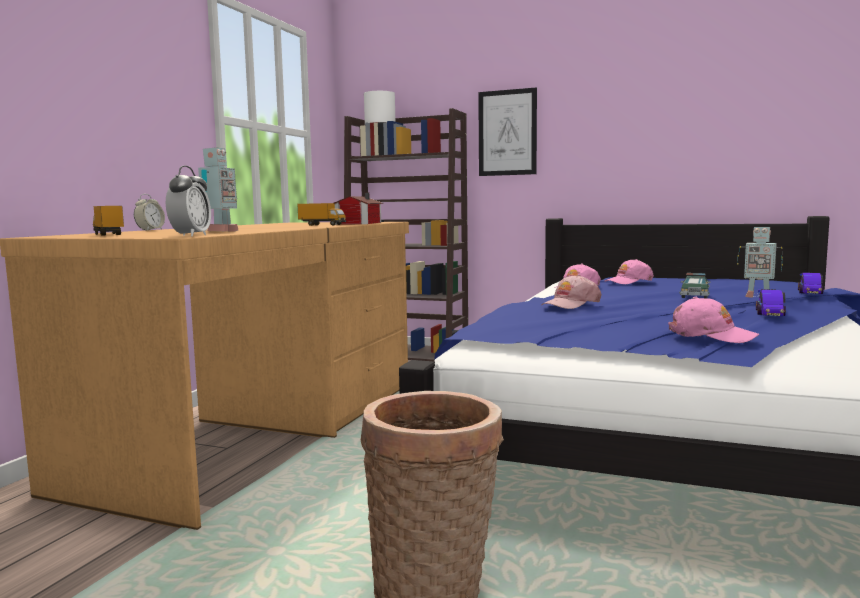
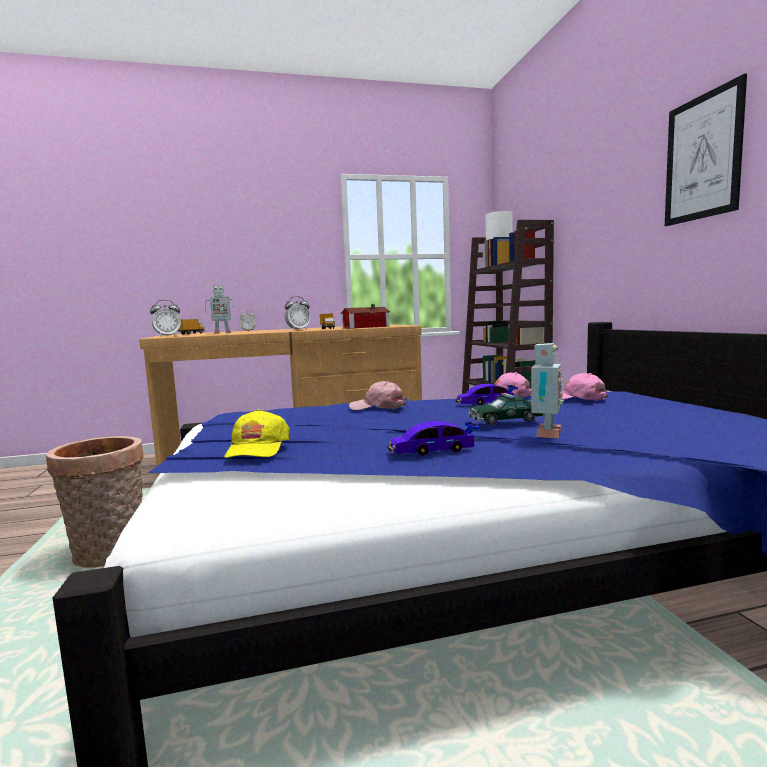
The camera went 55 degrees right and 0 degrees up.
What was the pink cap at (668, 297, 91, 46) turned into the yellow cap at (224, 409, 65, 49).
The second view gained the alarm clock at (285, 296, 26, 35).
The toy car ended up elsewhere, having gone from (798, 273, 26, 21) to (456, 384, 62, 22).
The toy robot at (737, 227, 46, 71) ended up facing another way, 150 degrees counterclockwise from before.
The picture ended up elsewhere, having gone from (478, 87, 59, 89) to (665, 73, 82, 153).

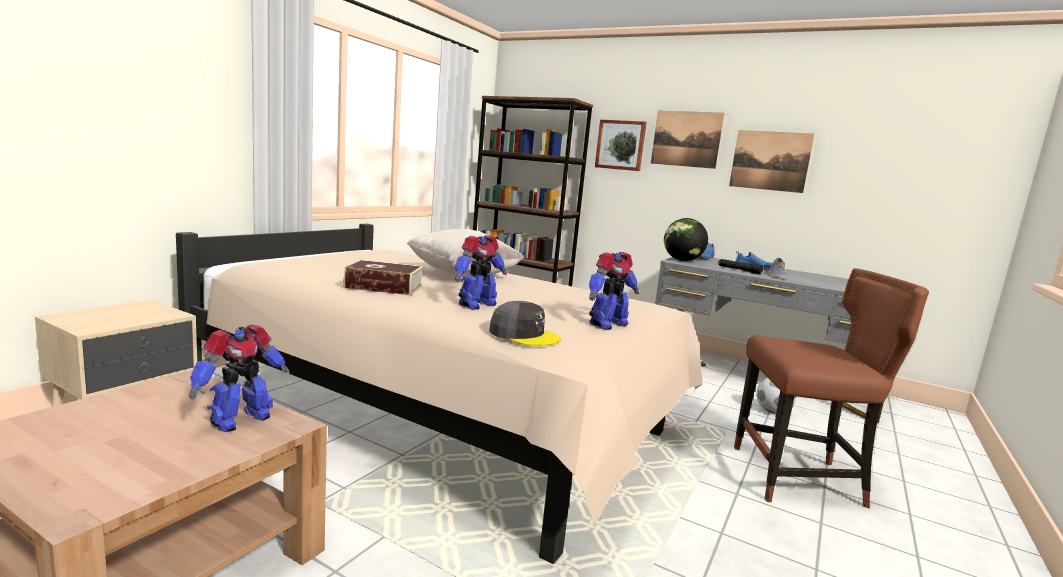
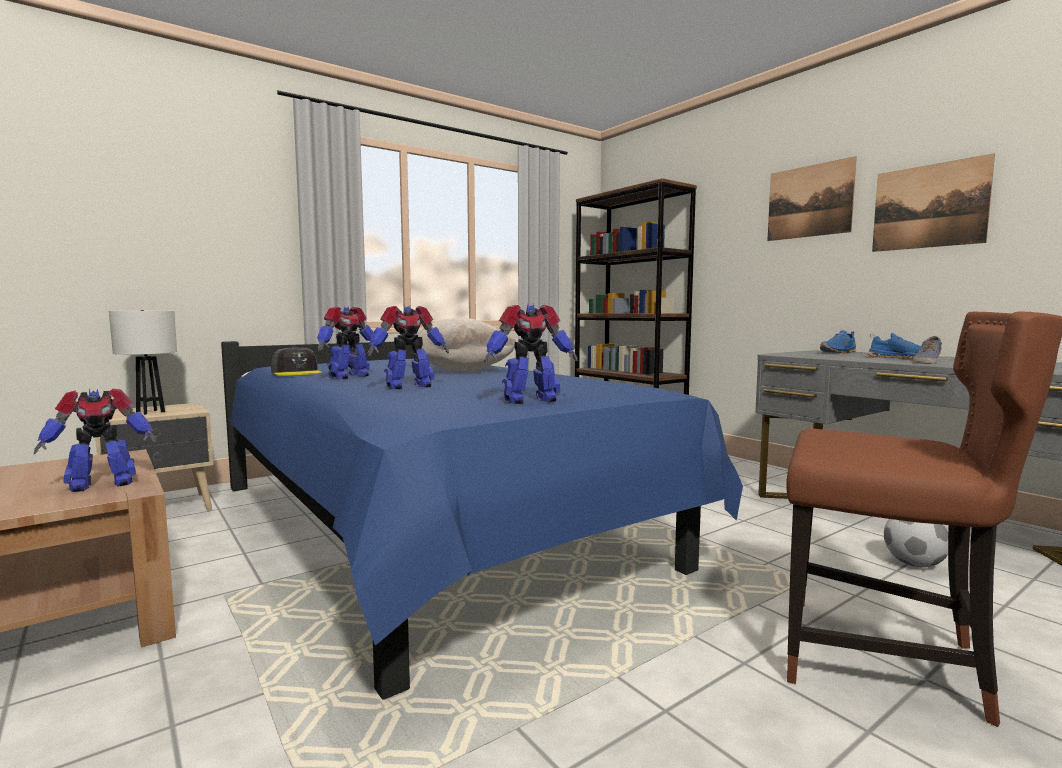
The camera went 25 degrees right and 5 degrees down.
The second view gained the white table lamp at (109, 310, 68, 105).
What was the beige bed at (176, 224, 527, 340) turned into the blue bed at (221, 341, 522, 359).
The grey cap ended up elsewhere, having gone from (489, 301, 72, 45) to (271, 347, 51, 29).
Where the book stood at (343, 260, 81, 35), the toy robot came to stand at (317, 306, 56, 73).
The second view lost the picture at (595, 119, 52, 52).
The second view lost the globe at (664, 218, 44, 43).
The second view lost the black flashlight at (718, 259, 45, 16).

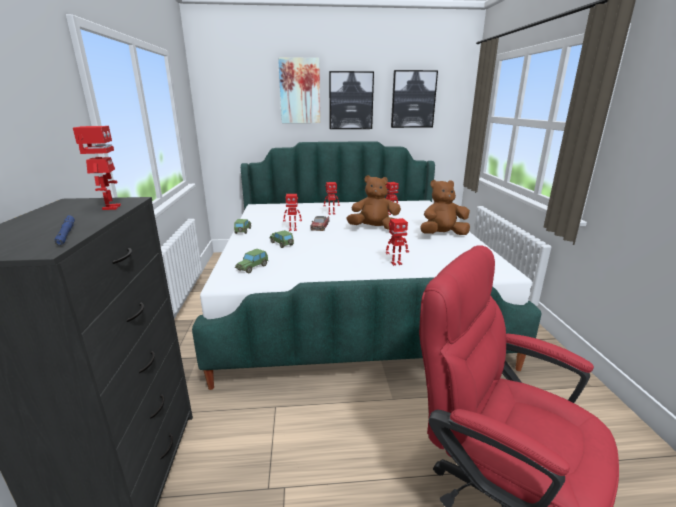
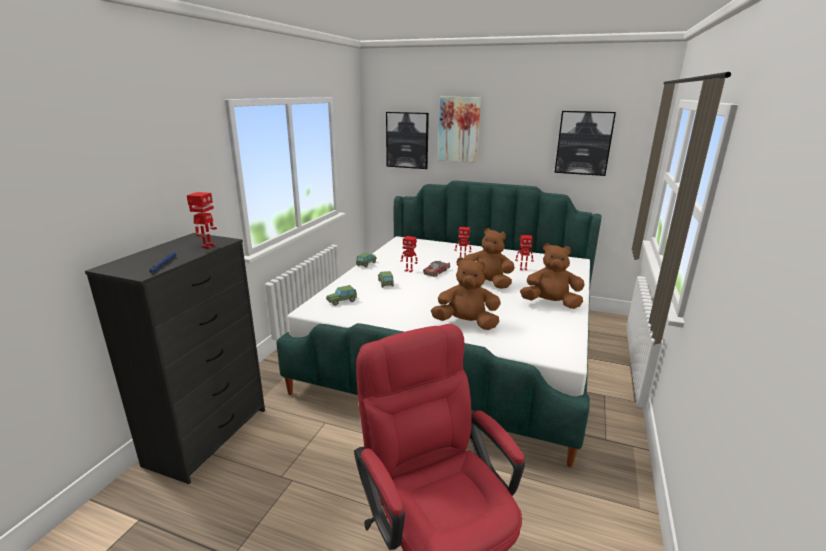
The camera went 25 degrees right and 0 degrees up.
The picture ended up elsewhere, having gone from (329, 71, 45, 58) to (386, 112, 43, 57).
Where the toy robot stood at (386, 218, 23, 48), the brown plush toy came to stand at (431, 257, 70, 73).

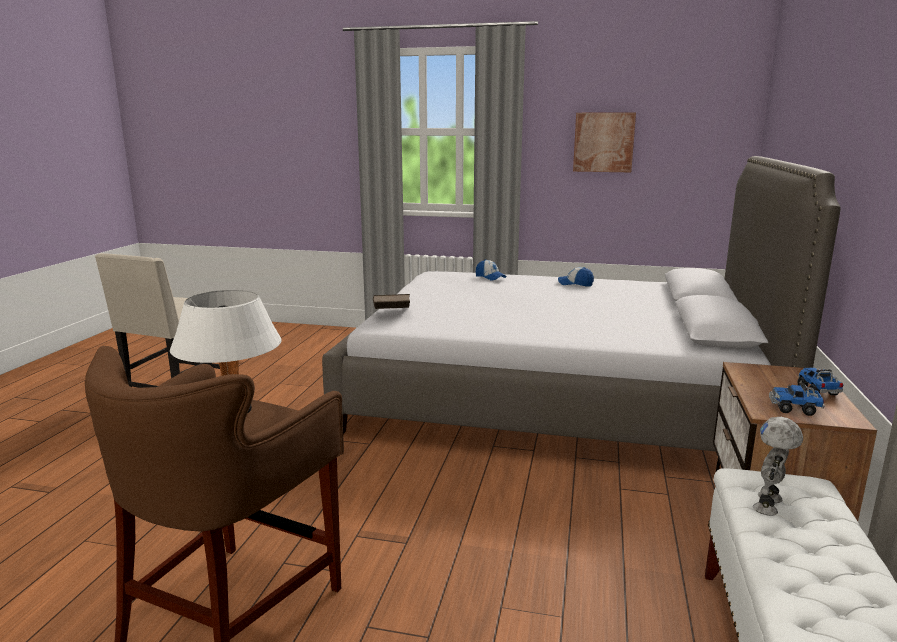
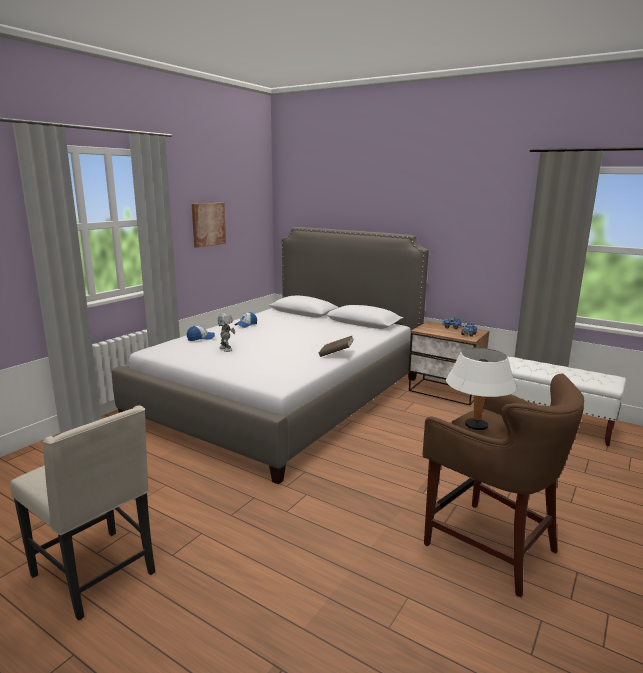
The camera went 70 degrees left and 0 degrees up.
The toy robot ended up elsewhere, having gone from (753, 417, 50, 99) to (218, 313, 17, 39).
The brown book ended up elsewhere, having gone from (373, 294, 37, 15) to (319, 336, 35, 21).

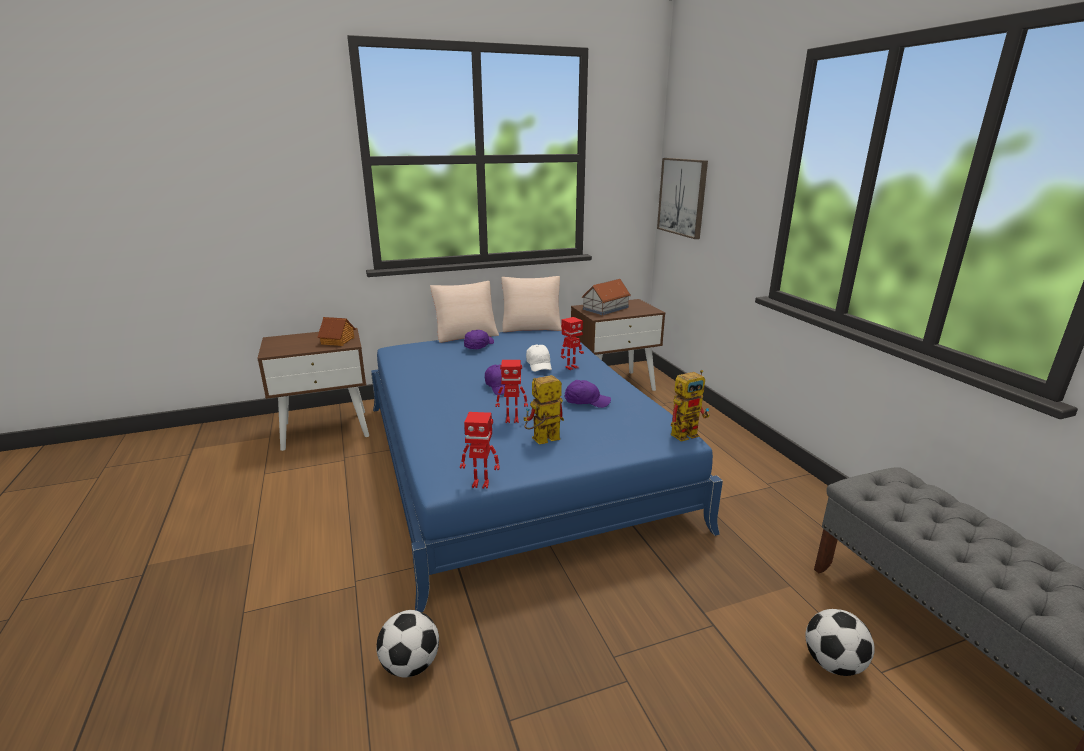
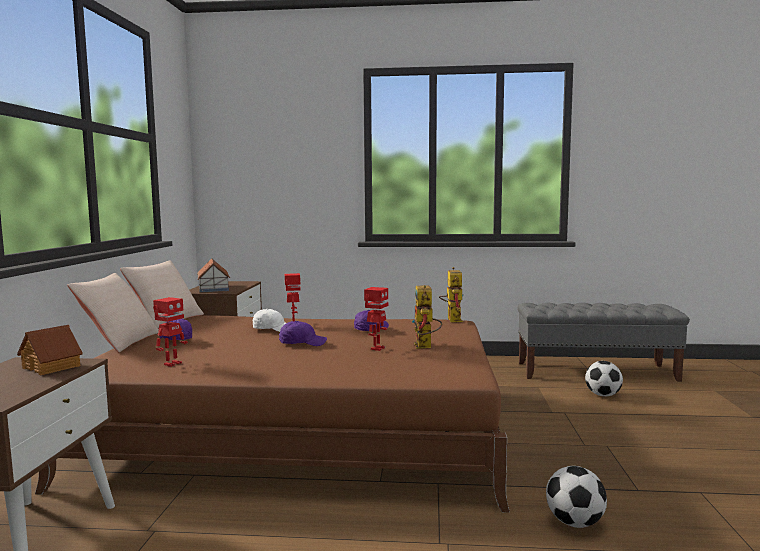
The camera went 65 degrees left and 15 degrees down.
What was the blue bed at (371, 330, 352, 282) turned into the brown bed at (35, 315, 475, 198).
The toy robot ended up elsewhere, having gone from (460, 412, 40, 77) to (153, 297, 35, 70).
The second view lost the picture at (657, 158, 51, 81).

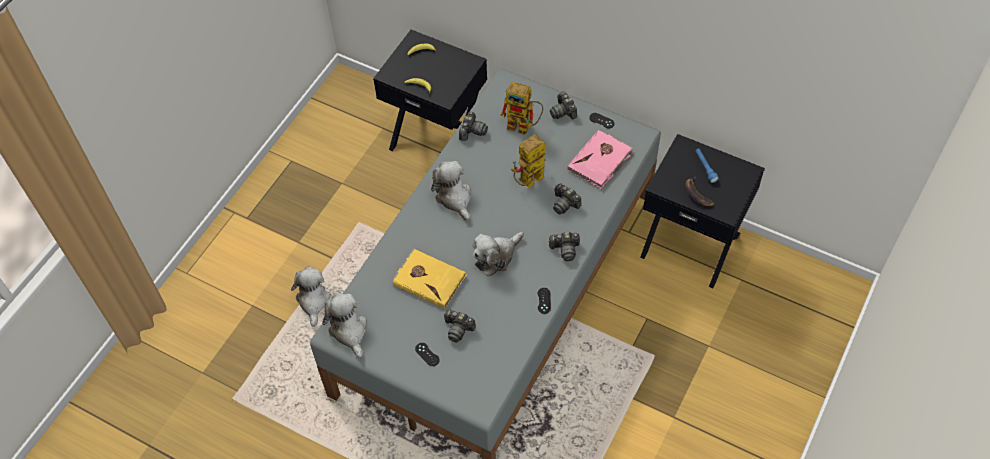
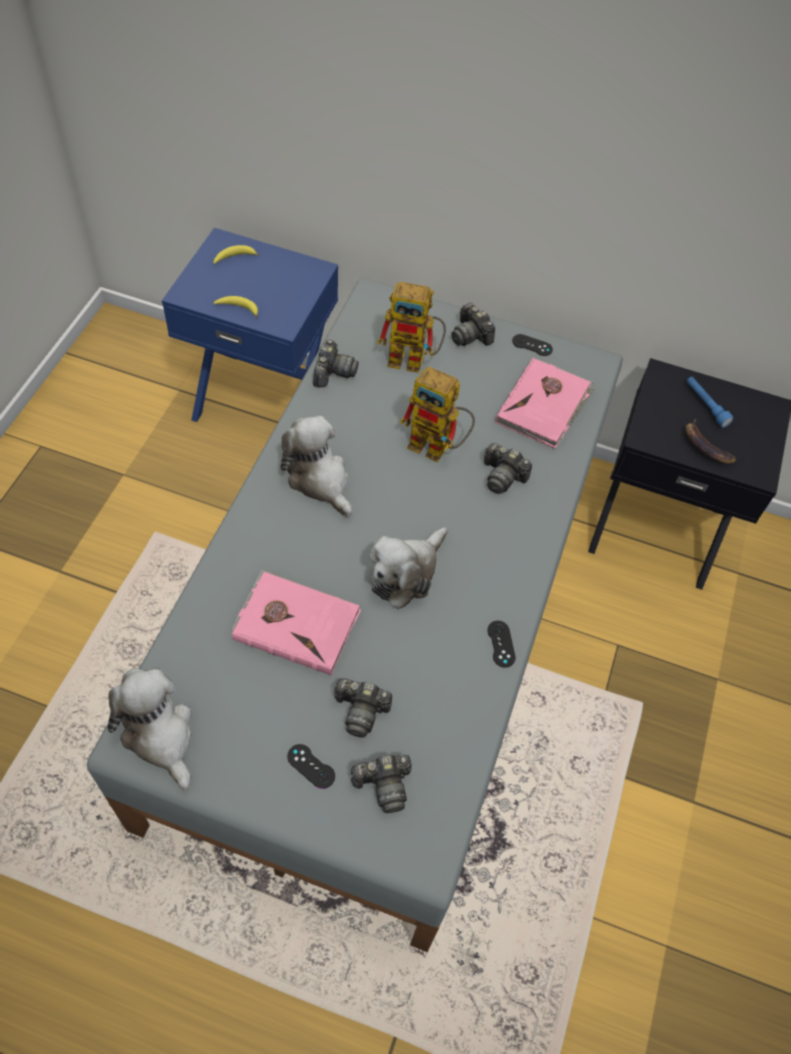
The camera went 15 degrees left and 0 degrees up.
What was the black nightstand at (373, 30, 114, 121) turned into the blue nightstand at (162, 228, 176, 194).
What was the yellow book at (393, 248, 74, 61) turned into the pink book at (232, 570, 129, 105).
The photo camera ended up elsewhere, having gone from (549, 232, 31, 29) to (350, 754, 62, 59).
The toy robot at (511, 134, 35, 54) ended up facing another way, 105 degrees counterclockwise from before.
The second view lost the plush toy at (291, 267, 40, 60).

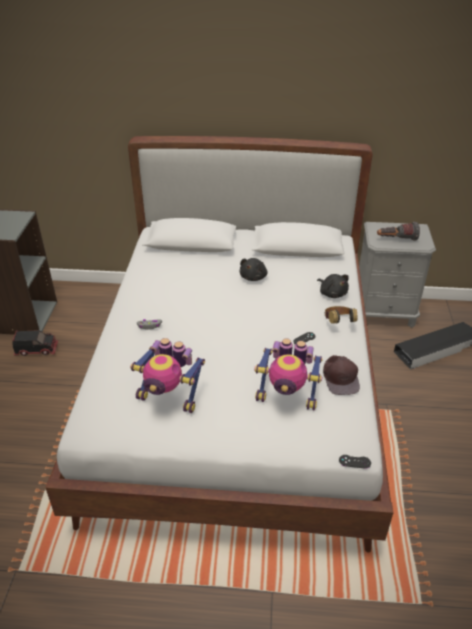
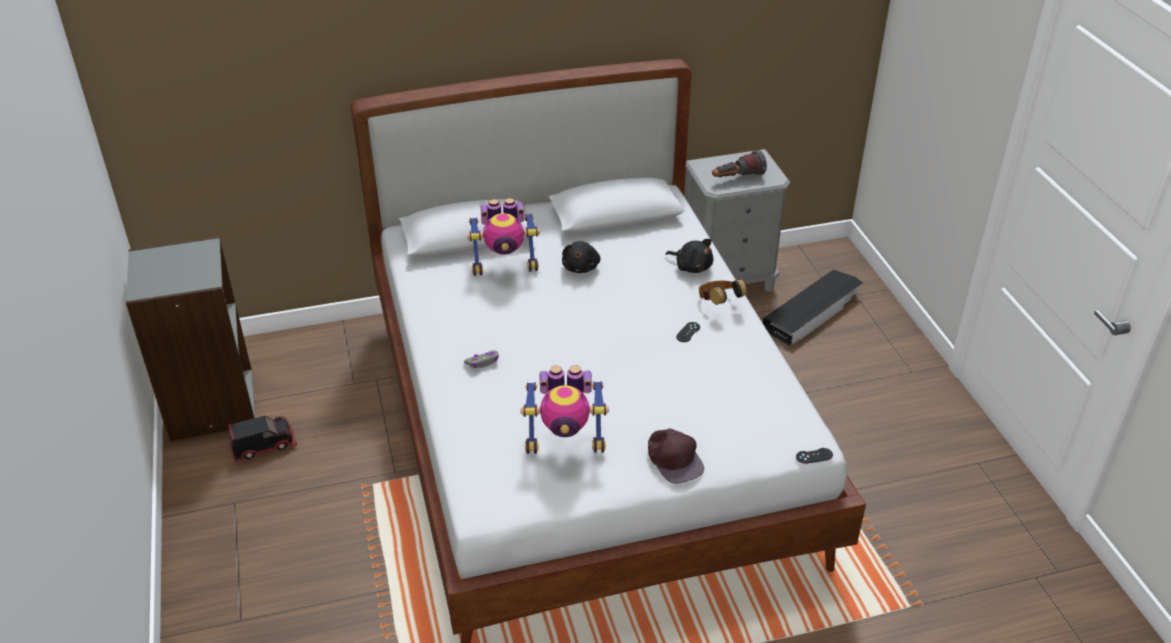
The camera went 20 degrees left and 0 degrees up.
The toy robot ended up elsewhere, having gone from (254, 338, 69, 73) to (467, 198, 73, 78).
The brown cap ended up elsewhere, having gone from (323, 355, 37, 40) to (648, 428, 56, 56).

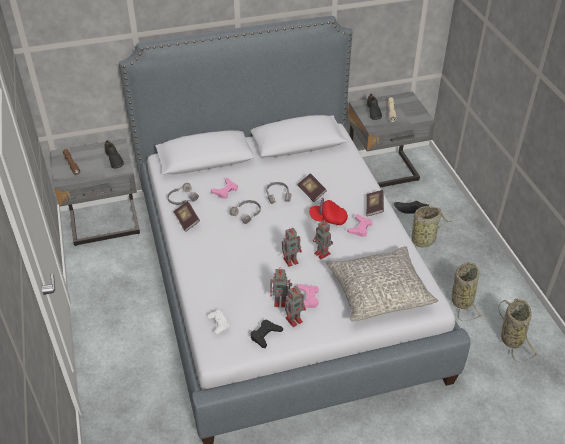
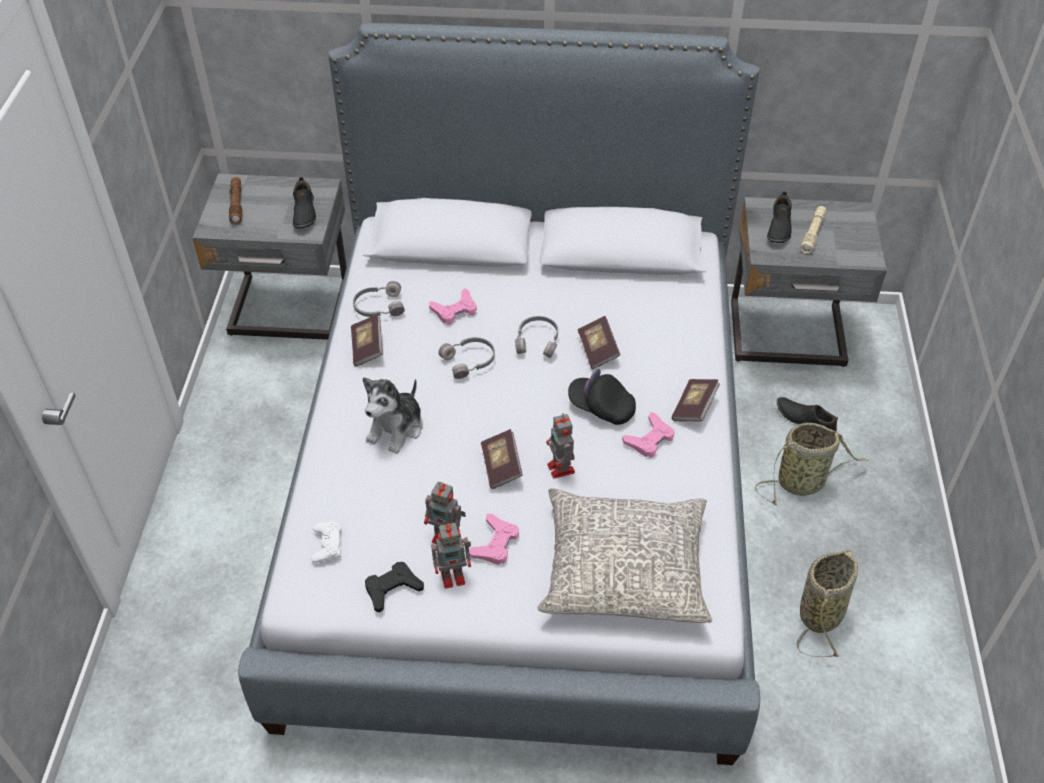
The camera went 20 degrees right and 5 degrees up.
The second view gained the plush toy at (363, 377, 60, 77).
Where the toy robot stood at (282, 227, 20, 40), the book came to stand at (481, 429, 42, 60).
What was the red cap at (309, 198, 39, 27) turned into the black cap at (568, 368, 68, 57).
The second view lost the basket at (499, 298, 39, 64).

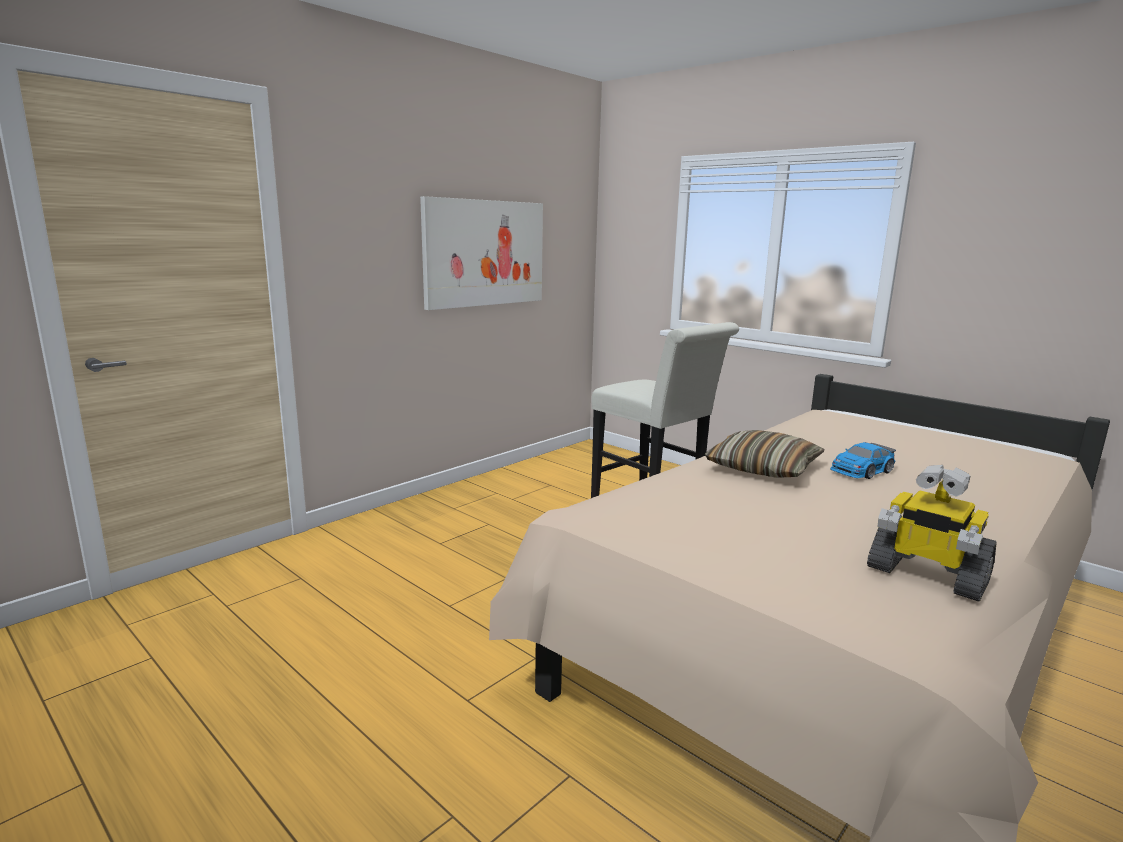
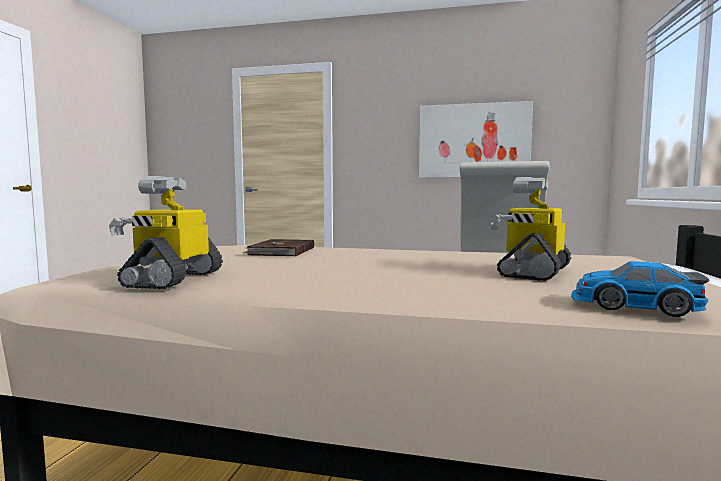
The camera went 60 degrees right and 10 degrees down.
The second view gained the brown book at (243, 239, 71, 18).
The second view gained the toy robot at (489, 177, 82, 104).
The toy car ended up elsewhere, having gone from (830, 442, 66, 37) to (571, 261, 138, 56).
The second view lost the pillow at (705, 430, 119, 48).

